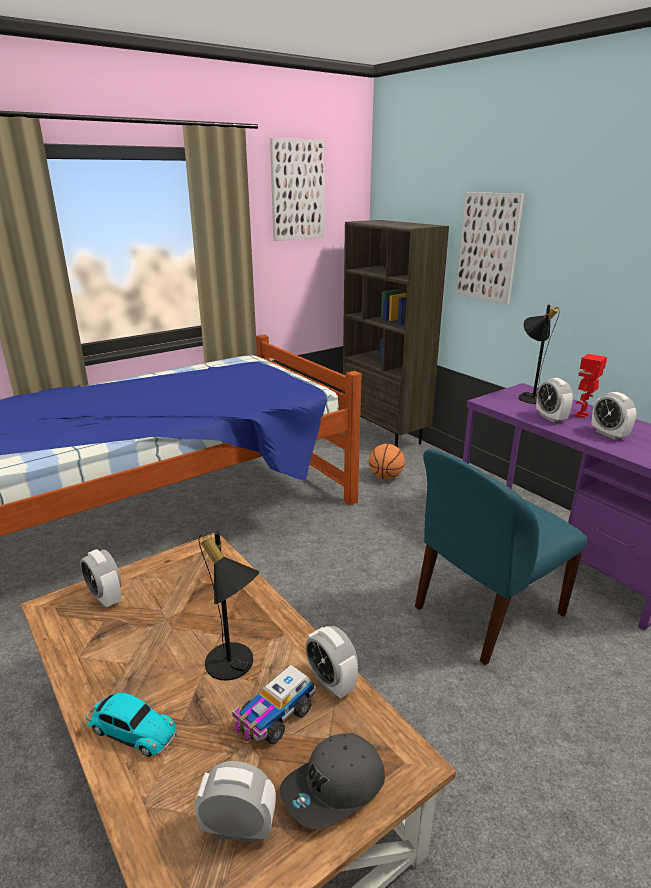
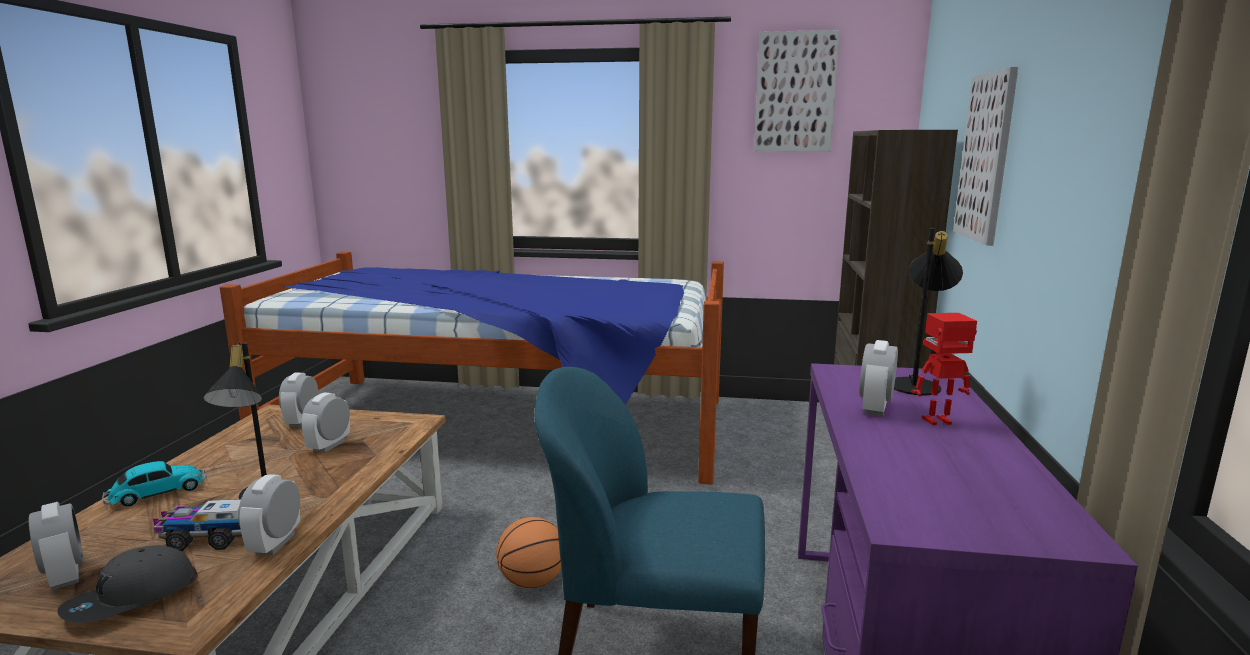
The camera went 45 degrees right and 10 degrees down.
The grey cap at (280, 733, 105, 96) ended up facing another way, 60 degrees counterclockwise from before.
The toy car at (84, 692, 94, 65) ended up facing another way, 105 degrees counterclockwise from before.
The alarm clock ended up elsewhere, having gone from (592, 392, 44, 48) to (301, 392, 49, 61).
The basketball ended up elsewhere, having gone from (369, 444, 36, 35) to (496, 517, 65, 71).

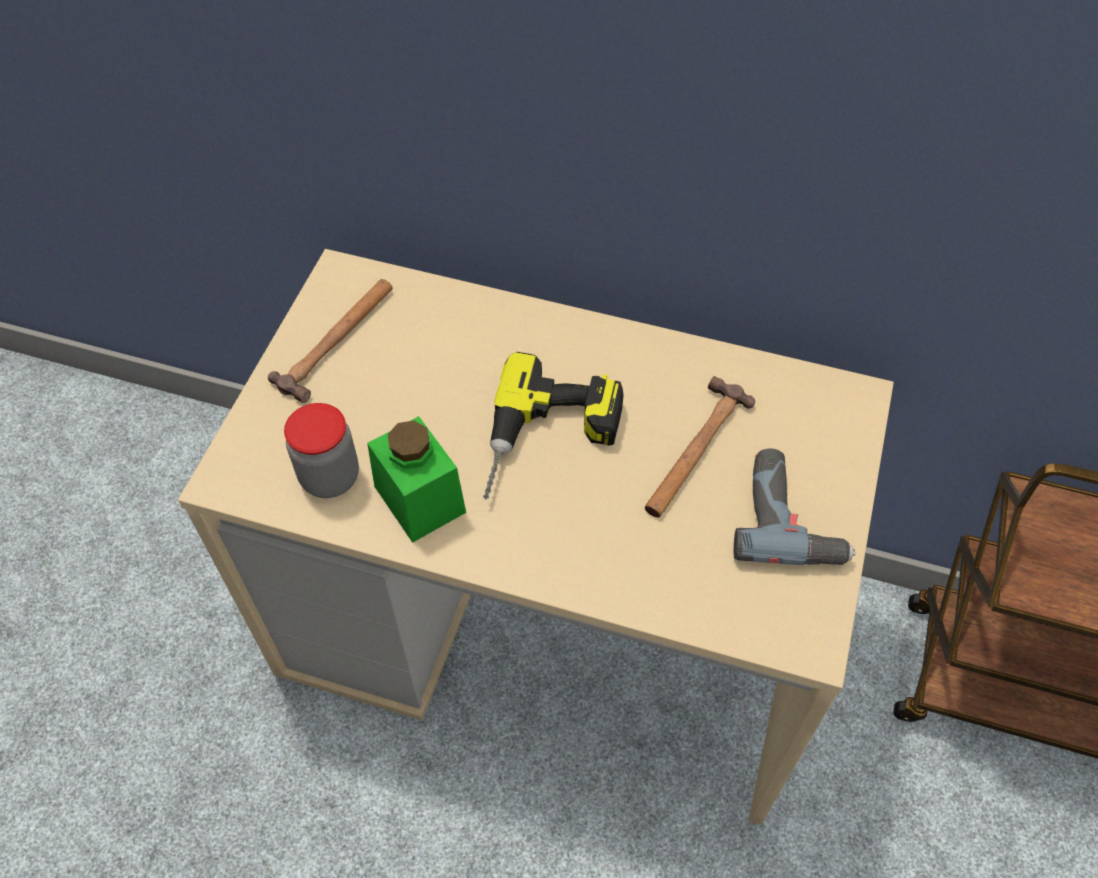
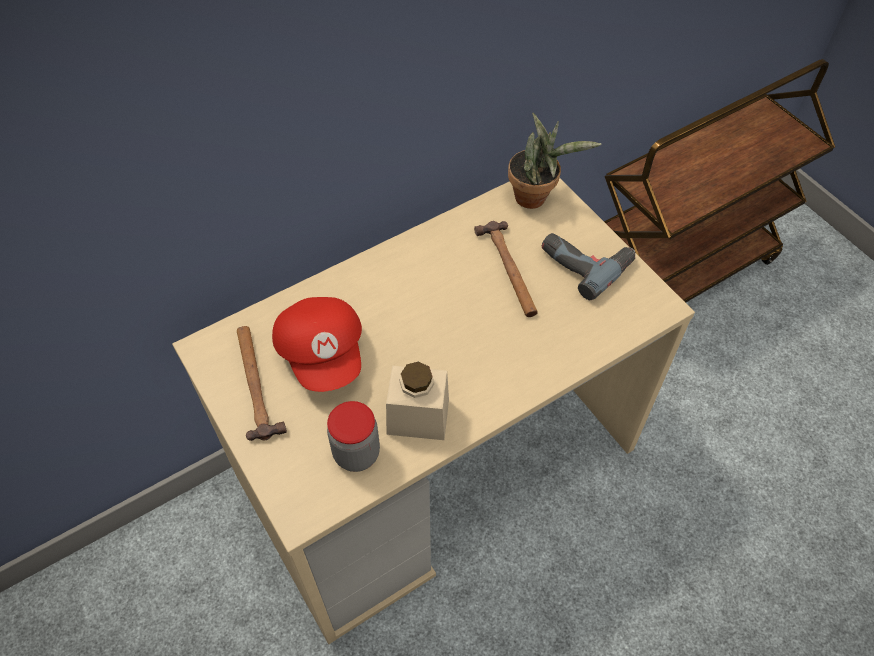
The camera went 50 degrees left and 0 degrees up.
The second view gained the red cap at (272, 297, 90, 95).
What was the green jar at (367, 416, 99, 127) turned into the beige jar at (386, 361, 63, 79).
The second view gained the potted plant at (508, 113, 94, 96).
The second view lost the power drill at (483, 352, 140, 147).

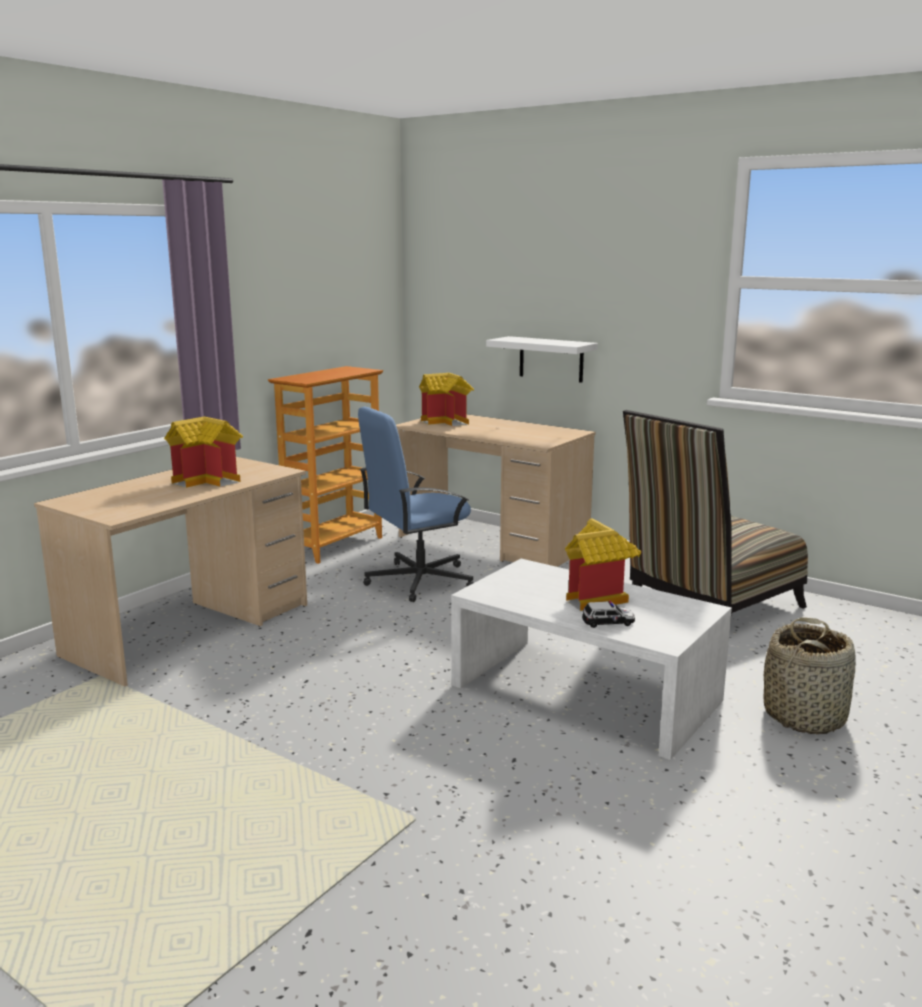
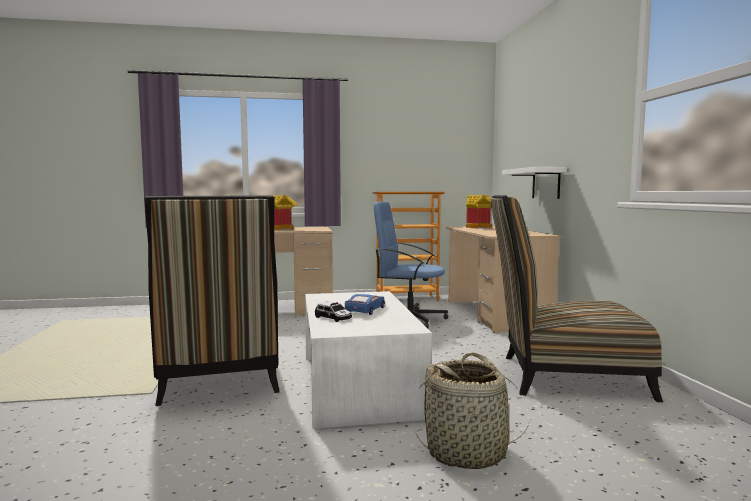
The camera went 45 degrees right and 10 degrees down.
The second view gained the chair at (144, 195, 136, 211).
Where the toy house stood at (565, 518, 76, 93), the blue toy car came to stand at (345, 294, 40, 21).

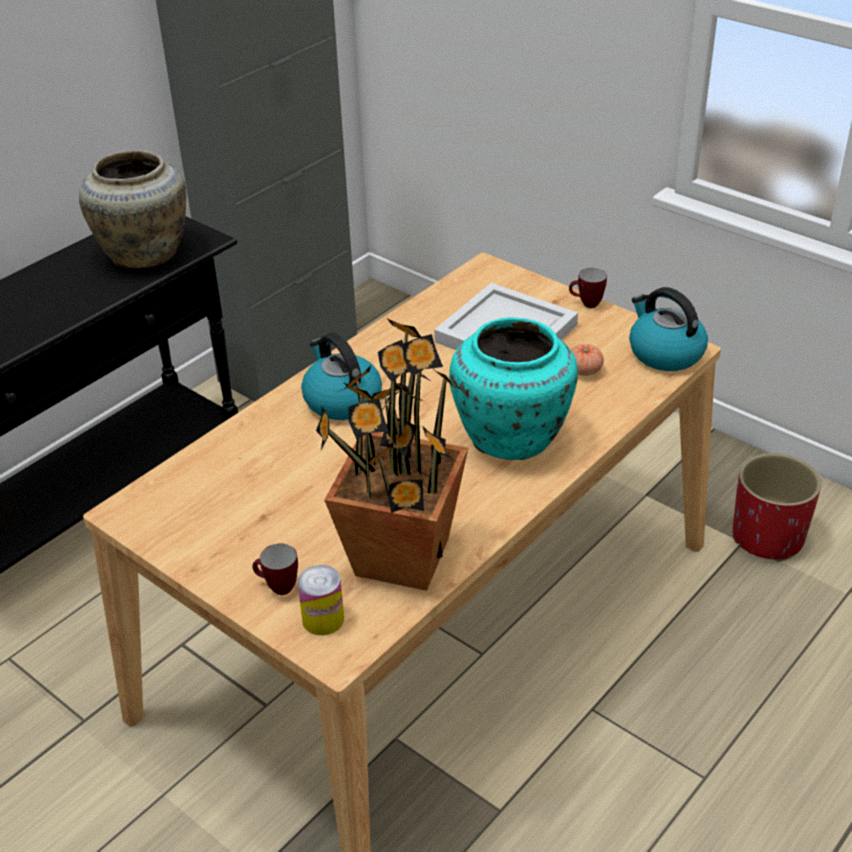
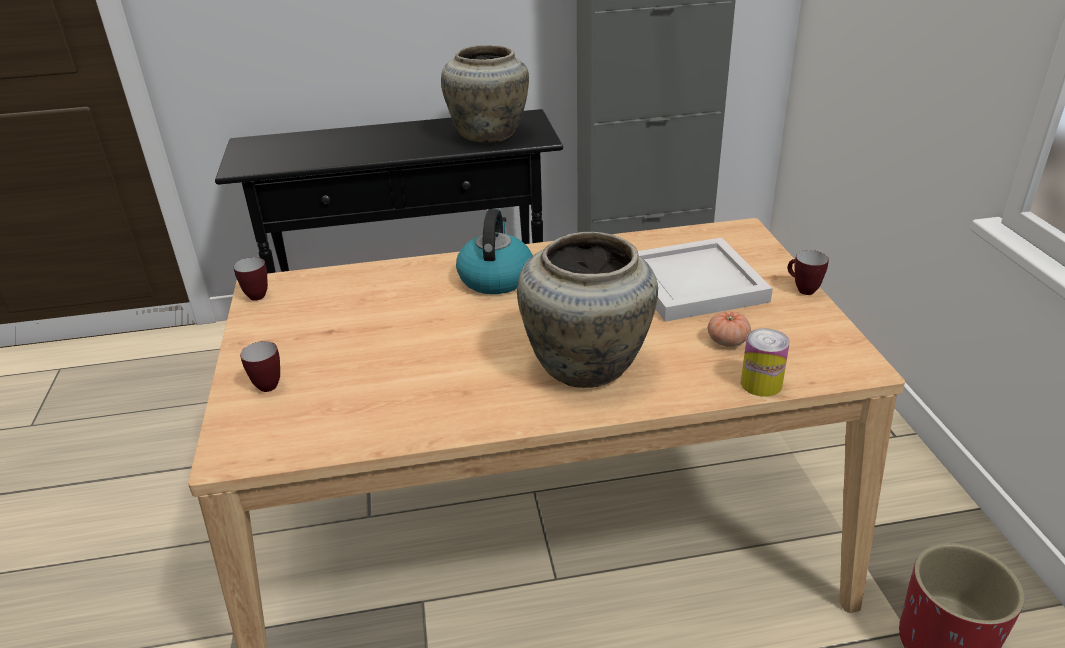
The camera went 40 degrees right and 5 degrees down.
The second view gained the mug at (233, 257, 35, 44).
What was the turquoise vase at (449, 317, 129, 143) turned into the beige vase at (517, 232, 141, 156).
The can ended up elsewhere, having gone from (297, 565, 47, 70) to (741, 328, 49, 69).
The second view lost the potted plant at (316, 319, 152, 272).
The second view lost the kettle at (629, 287, 79, 84).

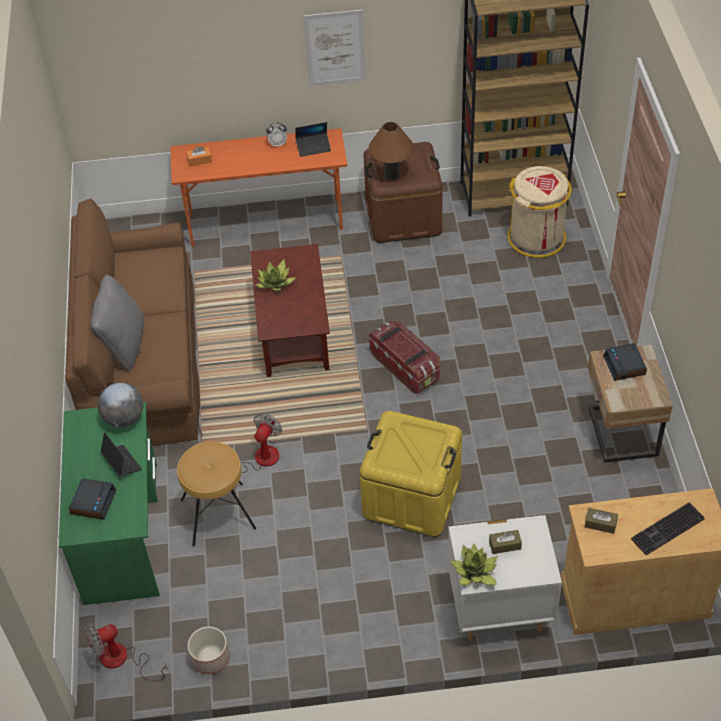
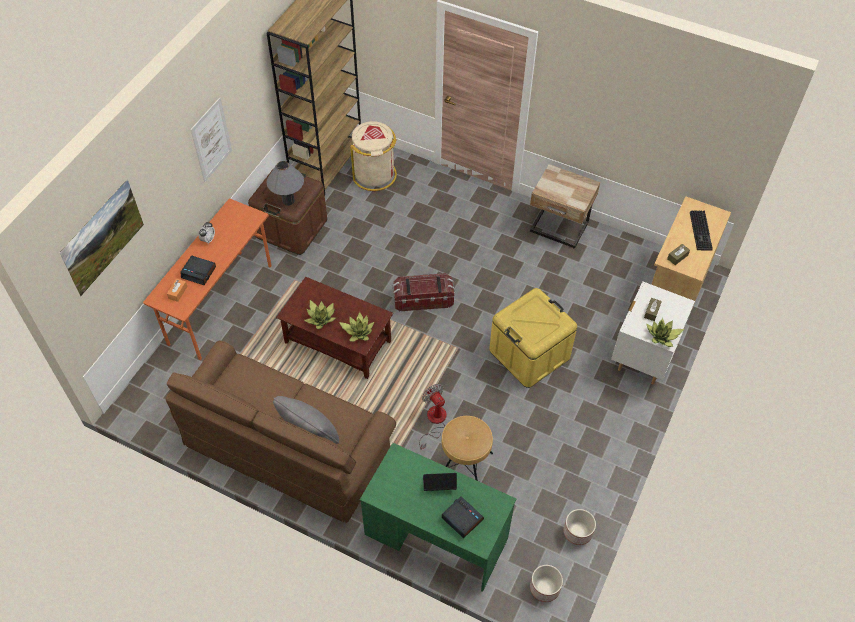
The camera went 60 degrees left and 5 degrees up.
The second view gained the picture at (60, 179, 84, 117).
The alarm clock ended up elsewhere, having gone from (603, 343, 44, 38) to (180, 255, 36, 30).
What was the brown table lamp at (368, 122, 46, 58) turned into the grey table lamp at (266, 161, 38, 45).
The second view gained the potted plant at (339, 312, 35, 30).
Where the fan stood at (85, 623, 83, 59), the planter came to stand at (530, 565, 33, 37).
The second view lost the globe at (98, 383, 45, 44).
The second view lost the laptop at (296, 122, 35, 35).

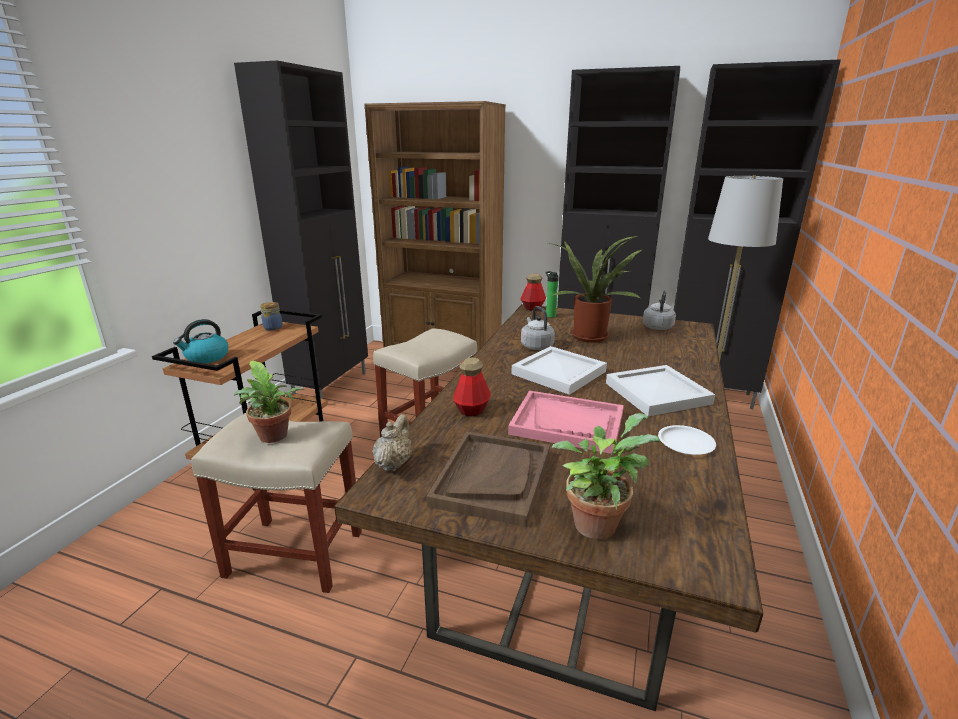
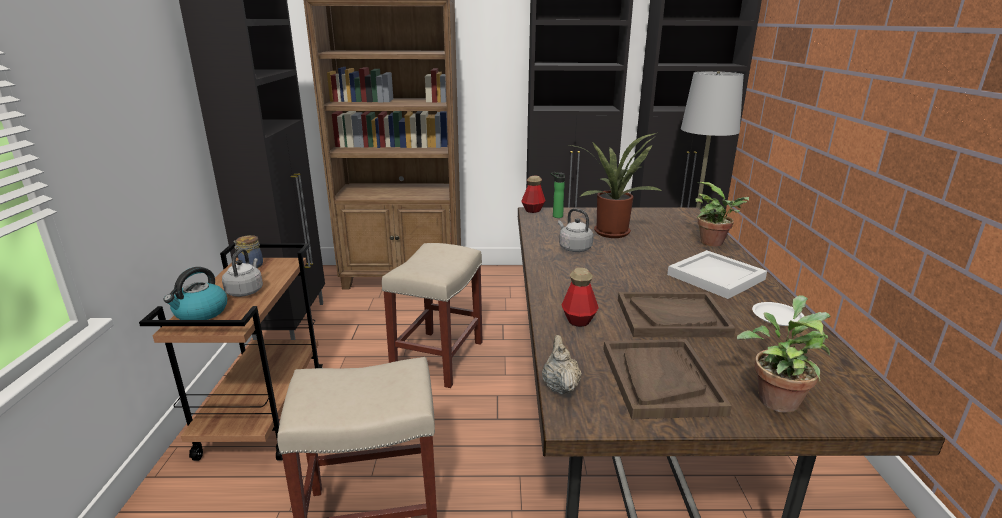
The camera went 20 degrees left and 0 degrees up.
The grey kettle ended up elsewhere, having gone from (643, 290, 33, 40) to (222, 249, 41, 48).
What was the pink tray at (508, 391, 116, 63) turned into the brown tray at (618, 292, 118, 45).
The potted plant ended up elsewhere, having gone from (234, 361, 70, 82) to (695, 182, 54, 65).
The second view lost the white tray at (511, 346, 96, 49).

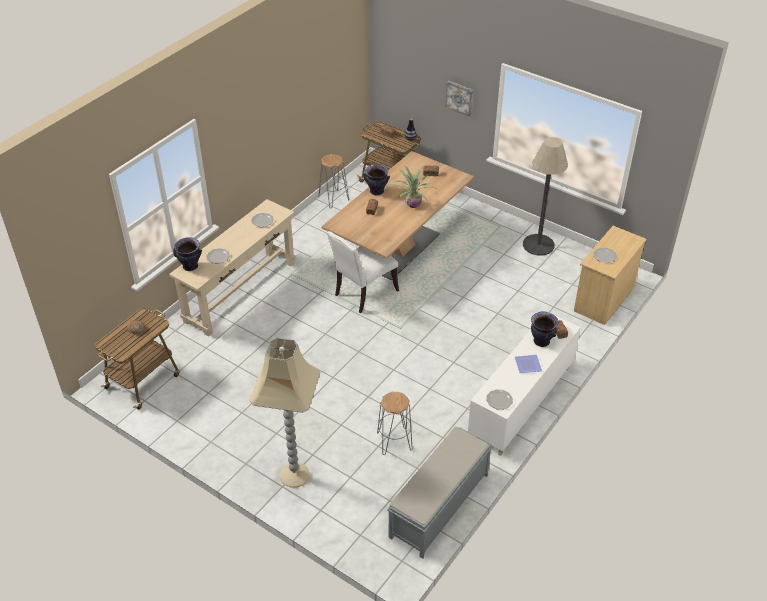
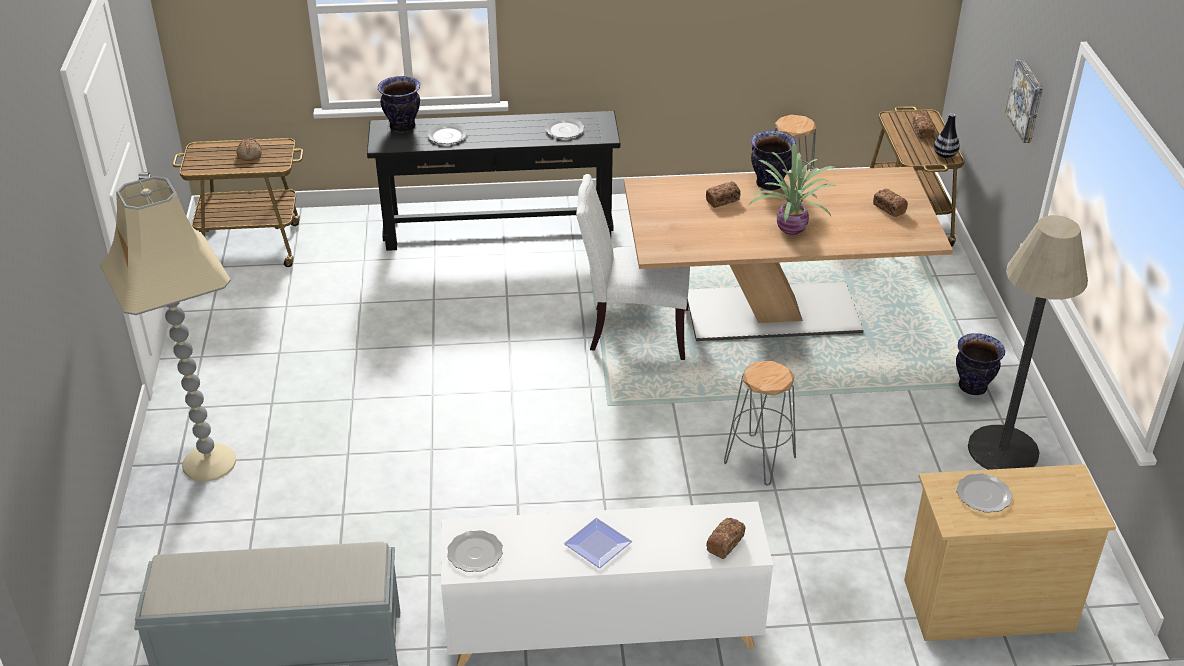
The camera went 50 degrees right and 5 degrees down.
What was the beige console table at (169, 199, 126, 138) turned into the black console table at (367, 111, 253, 140).
The grey stool ended up elsewhere, having gone from (377, 392, 36, 63) to (724, 361, 72, 125).
The vase ended up elsewhere, having gone from (531, 312, 27, 35) to (956, 333, 49, 62).

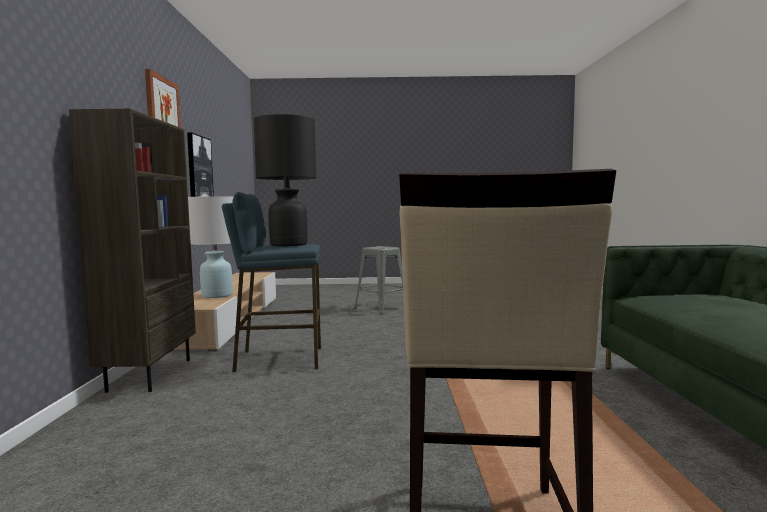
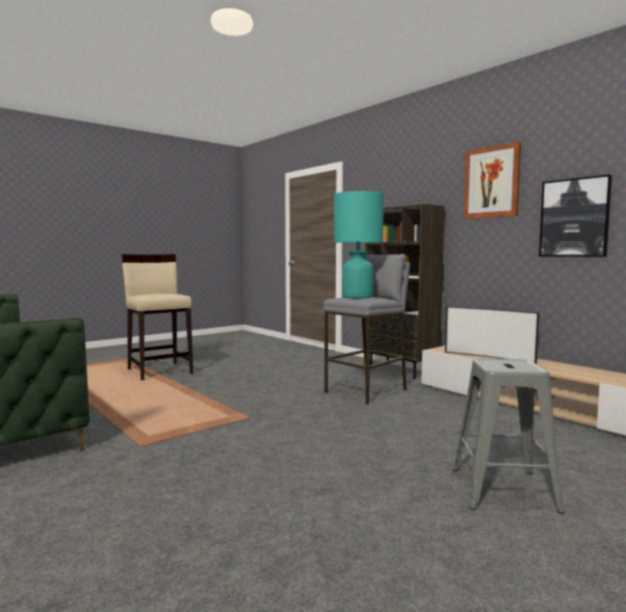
The camera went 140 degrees right and 0 degrees up.
What was the blue stool at (222, 192, 99, 180) turned into the grey stool at (323, 254, 87, 151).
What was the black table lamp at (253, 114, 63, 132) turned into the turquoise table lamp at (334, 191, 50, 107).
Where the white table lamp stood at (188, 196, 45, 102), the television came to stand at (445, 306, 94, 58).

